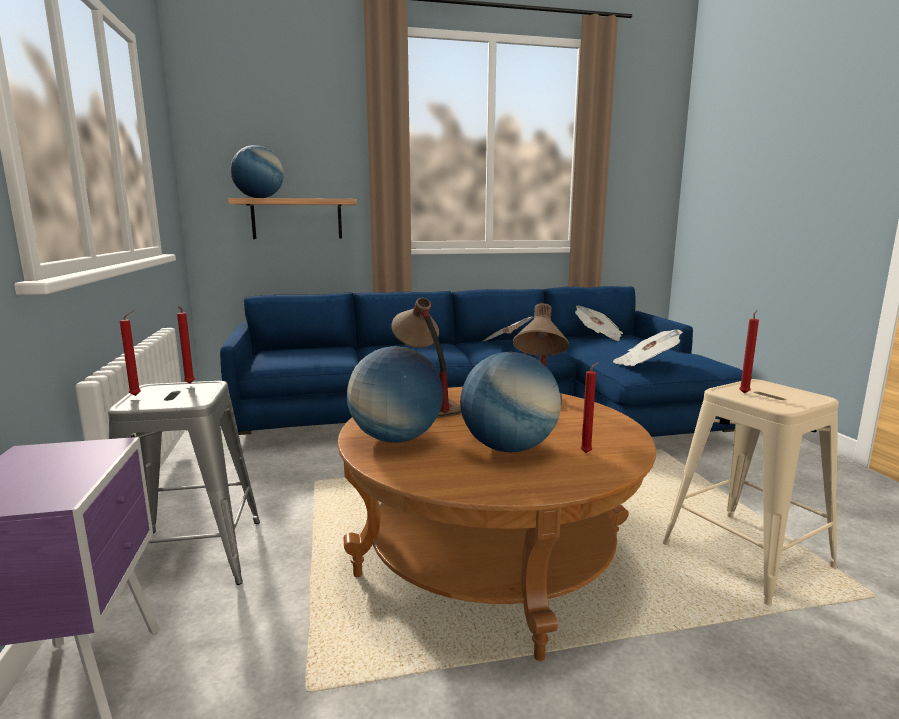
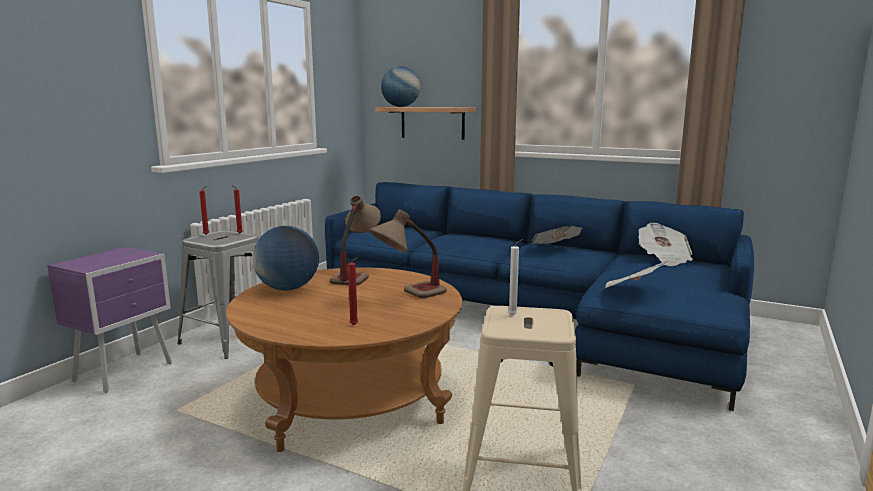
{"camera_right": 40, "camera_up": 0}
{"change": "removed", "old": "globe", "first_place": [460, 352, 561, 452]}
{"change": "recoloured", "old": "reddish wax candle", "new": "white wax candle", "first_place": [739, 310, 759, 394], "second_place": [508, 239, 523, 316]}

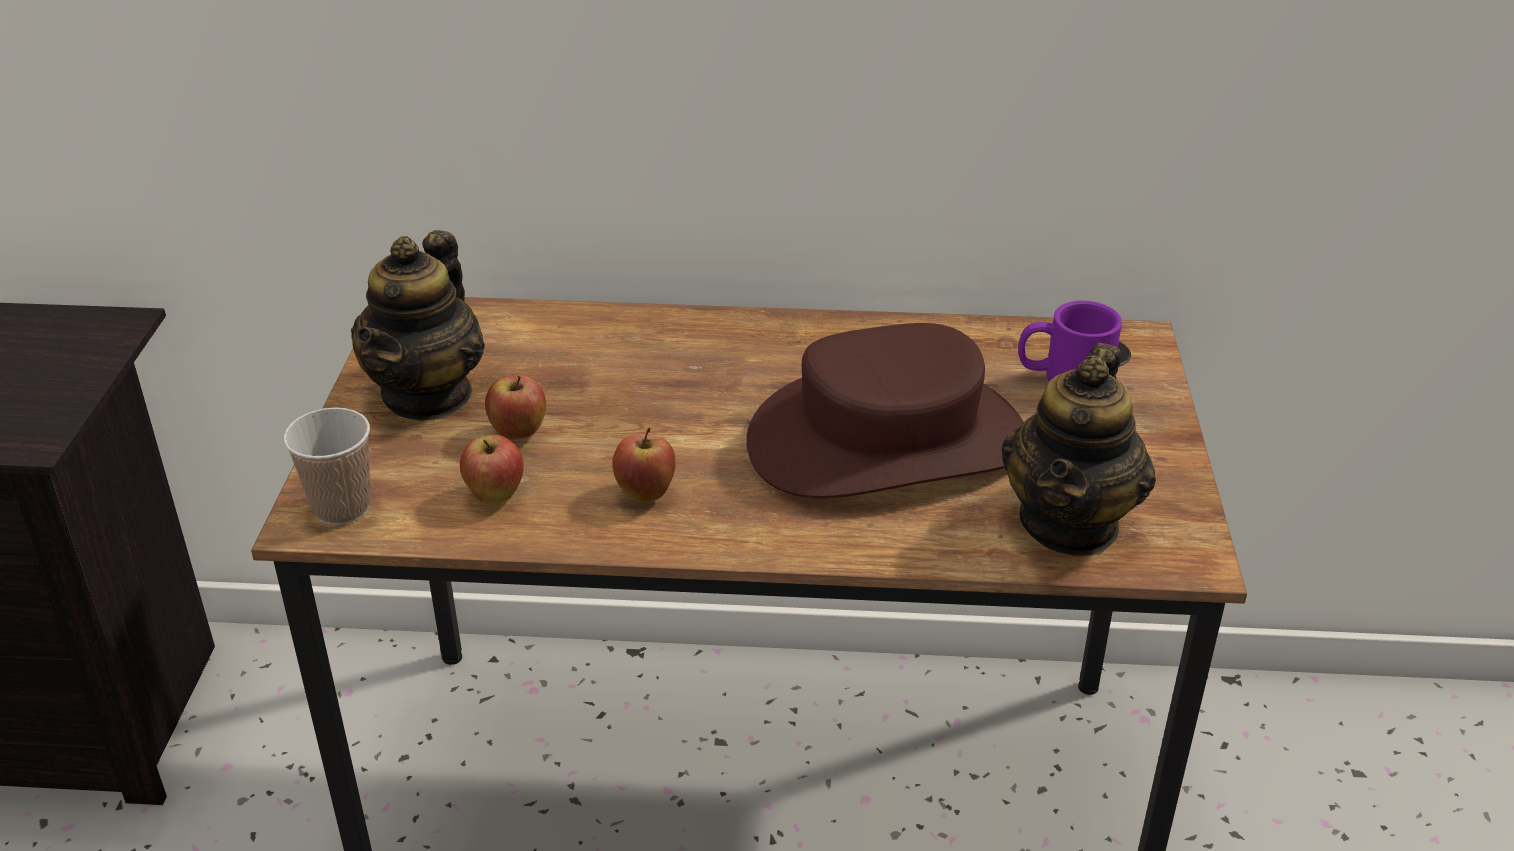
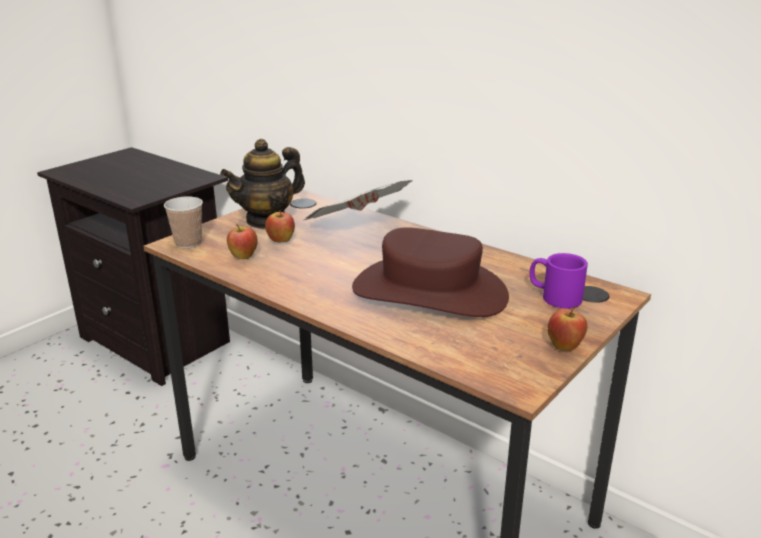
{"camera_right": 35, "camera_up": -10}
{"change": "moved", "old": "apple fruit", "first_place": [612, 428, 676, 502], "second_place": [548, 306, 587, 351]}
{"change": "removed", "old": "tea pot", "first_place": [1001, 343, 1156, 556]}
{"change": "added", "new": "printed paper", "second_place": [304, 180, 412, 220]}

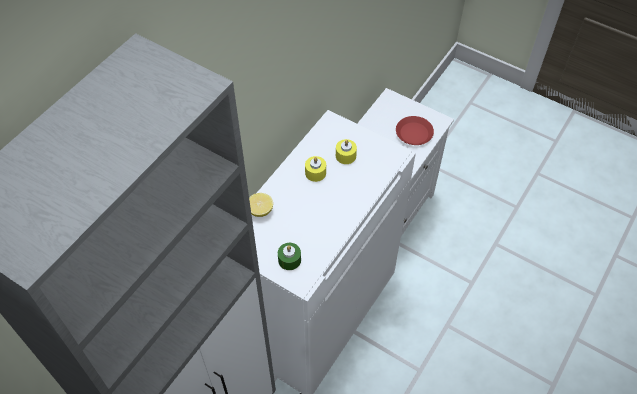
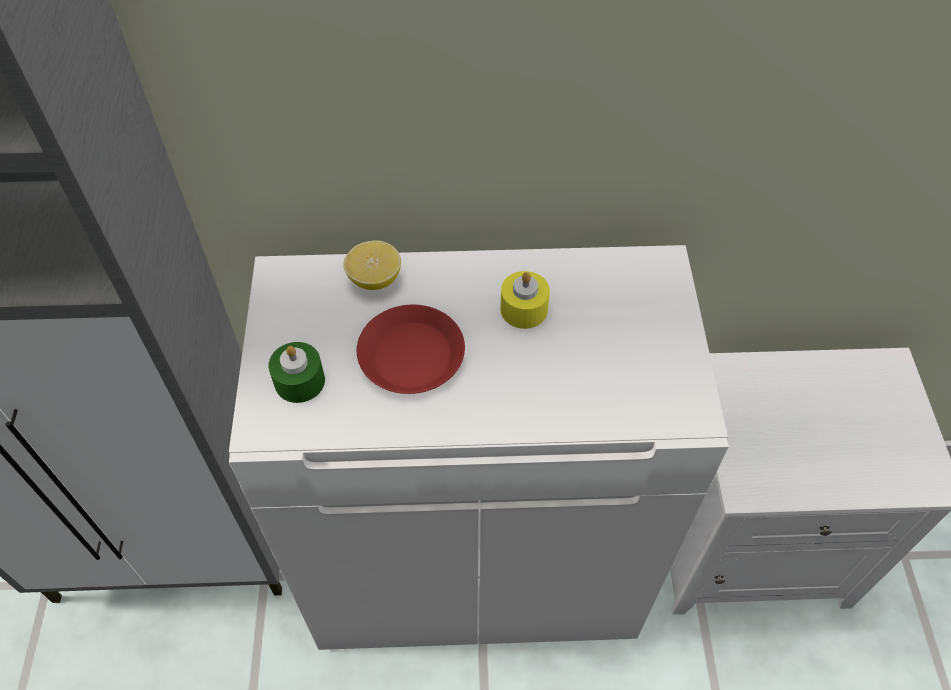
{"camera_right": 55, "camera_up": 0}
{"change": "removed", "old": "yellow wax candle", "first_place": [336, 139, 357, 164]}
{"change": "moved", "old": "reddish flat dish", "first_place": [396, 116, 434, 145], "second_place": [357, 305, 465, 394]}

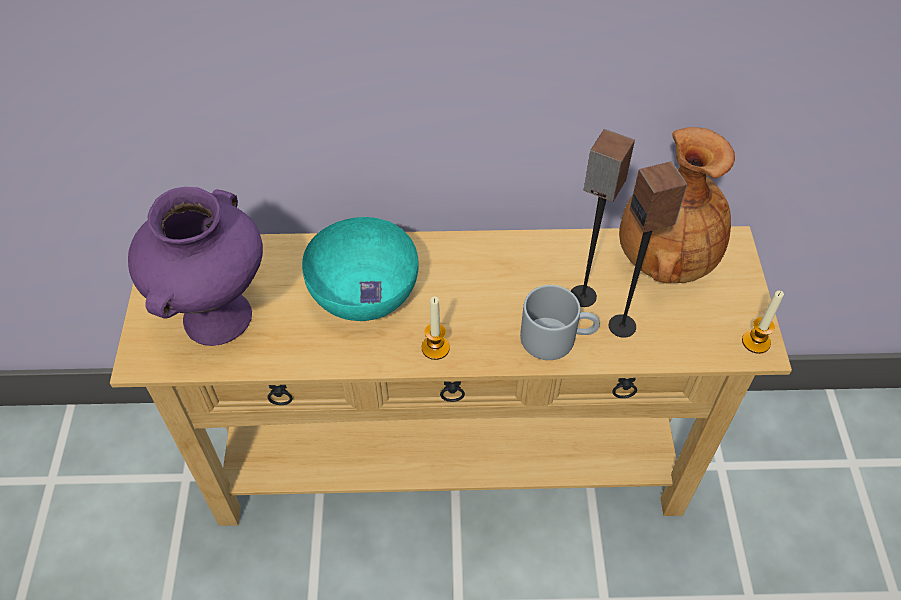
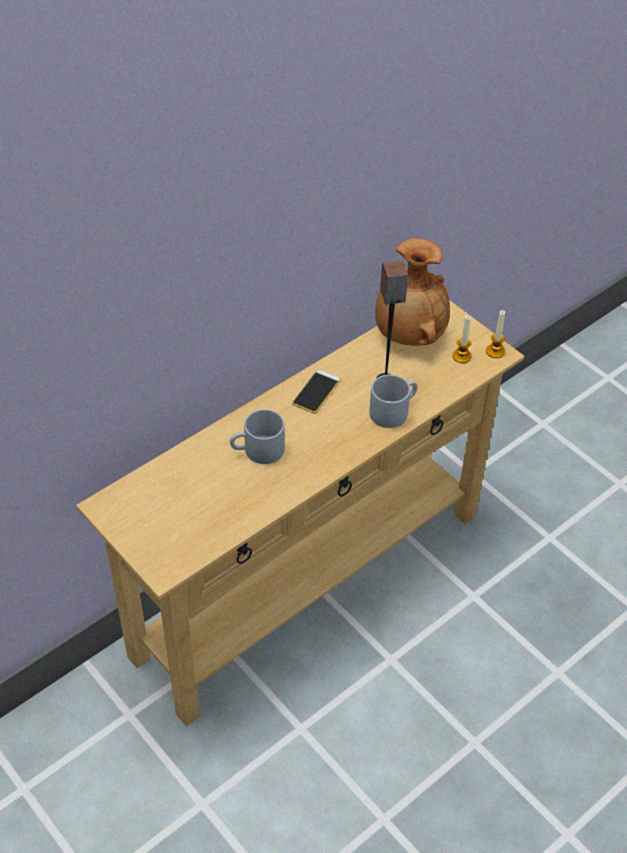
{"camera_right": -40, "camera_up": -5}
{"change": "removed", "old": "purple vase", "first_place": [128, 187, 263, 346]}
{"change": "replaced", "old": "blue-green serving bowl", "new": "grey coffee mug", "first_place": [302, 217, 419, 321], "second_place": [230, 409, 285, 464]}
{"change": "moved", "old": "wax candle", "first_place": [422, 297, 450, 360], "second_place": [452, 315, 471, 363]}
{"change": "removed", "old": "loudspeaker", "first_place": [609, 162, 687, 338]}
{"change": "added", "new": "telephone", "second_place": [292, 369, 341, 414]}

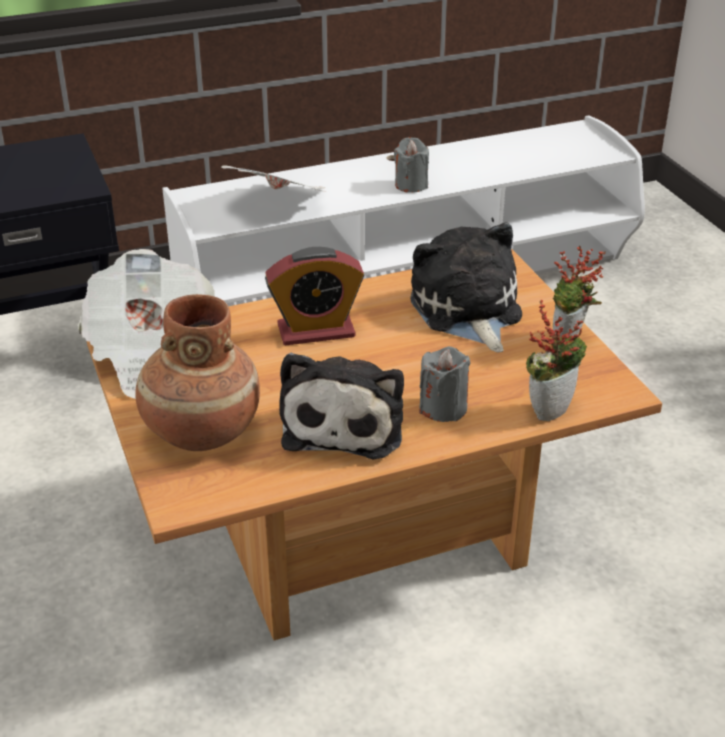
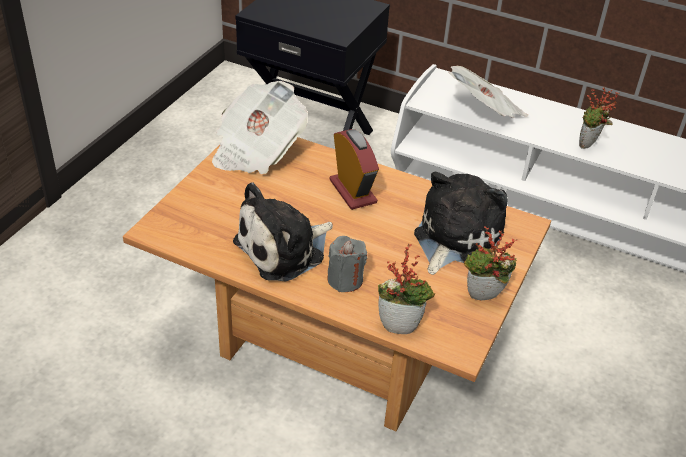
{"camera_right": 45, "camera_up": 5}
{"change": "removed", "old": "brown vase", "first_place": [135, 294, 260, 451]}
{"change": "turned", "old": "table clock", "first_place": [265, 247, 364, 345], "second_place": [329, 129, 379, 210], "degrees": -150}
{"change": "replaced", "old": "grey wax candle", "new": "potted plant", "first_place": [394, 137, 429, 193], "second_place": [579, 87, 620, 149]}

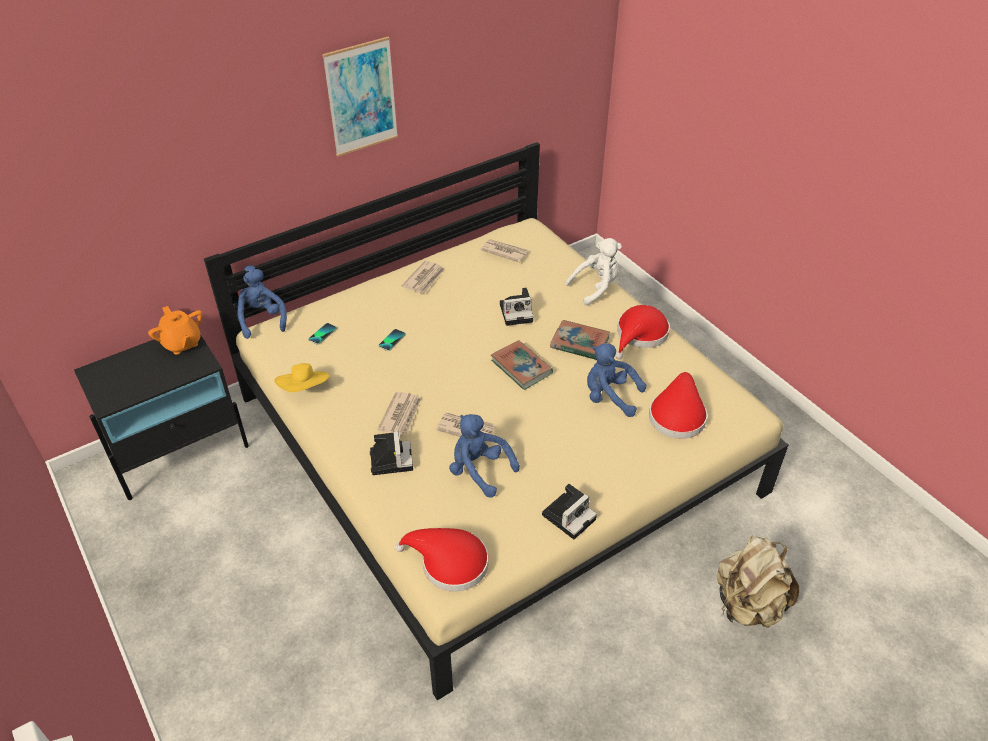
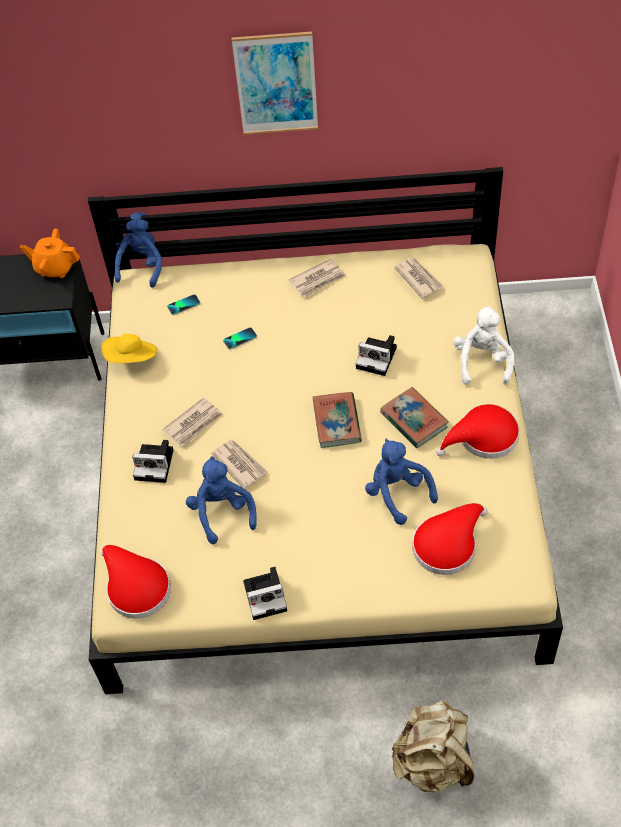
{"camera_right": 35, "camera_up": 10}
{"change": "turned", "old": "orange-coloured tea pot", "first_place": [148, 306, 202, 355], "second_place": [20, 228, 80, 278], "degrees": 105}
{"change": "turned", "old": "photo camera", "first_place": [370, 431, 413, 475], "second_place": [132, 440, 174, 483], "degrees": 75}
{"change": "turned", "old": "white cuddly toy", "first_place": [565, 238, 622, 306], "second_place": [453, 306, 514, 385], "degrees": -90}

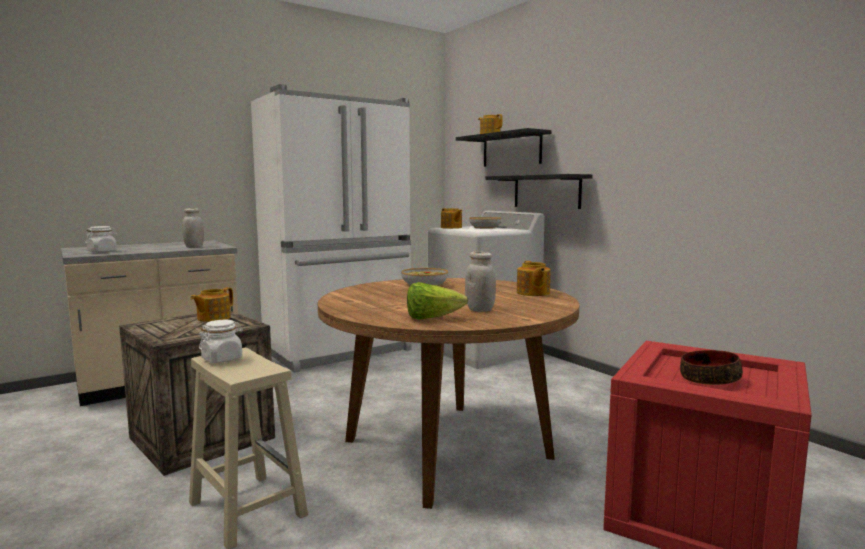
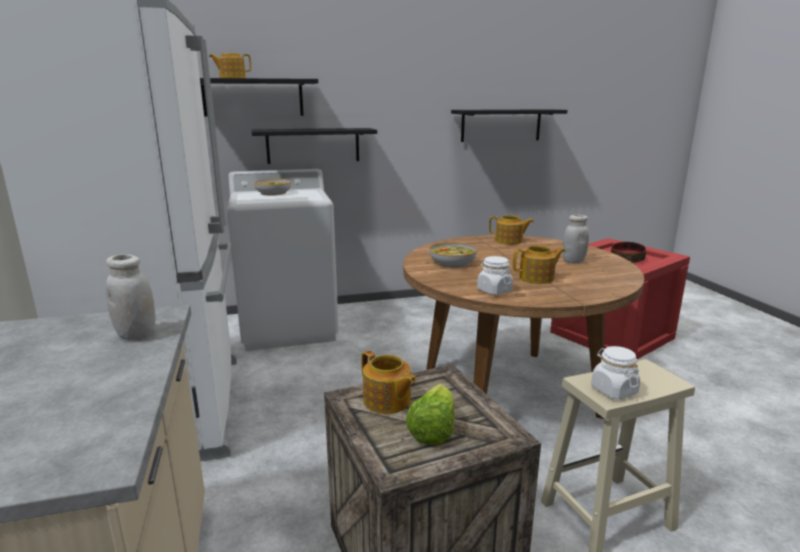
{"camera_right": -70, "camera_up": 10}
{"change": "moved", "old": "white storage jar", "first_place": [85, 226, 117, 253], "second_place": [477, 256, 513, 295]}
{"change": "moved", "old": "lettuce", "first_place": [407, 282, 468, 320], "second_place": [406, 384, 455, 445]}
{"change": "moved", "old": "tea pot", "first_place": [441, 208, 462, 229], "second_place": [513, 246, 565, 284]}
{"change": "added", "new": "blackish bracket shelf", "second_place": [451, 109, 567, 142]}

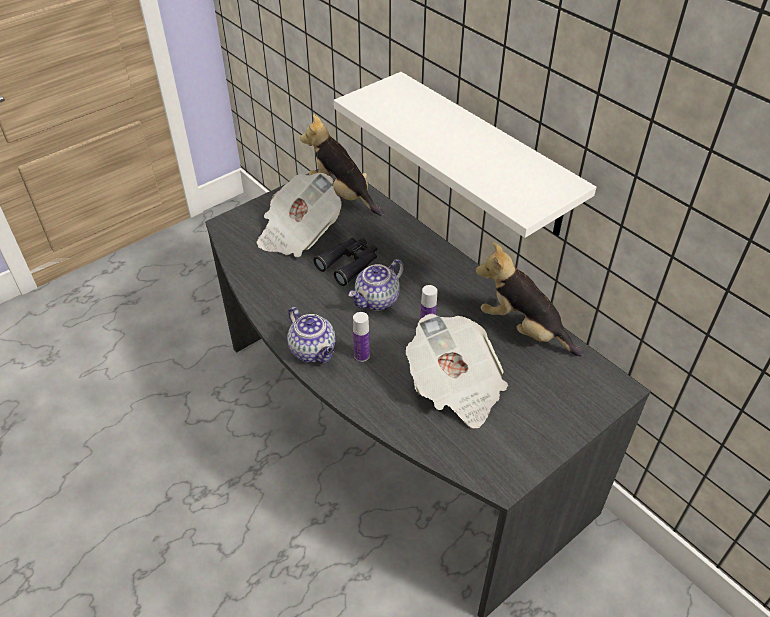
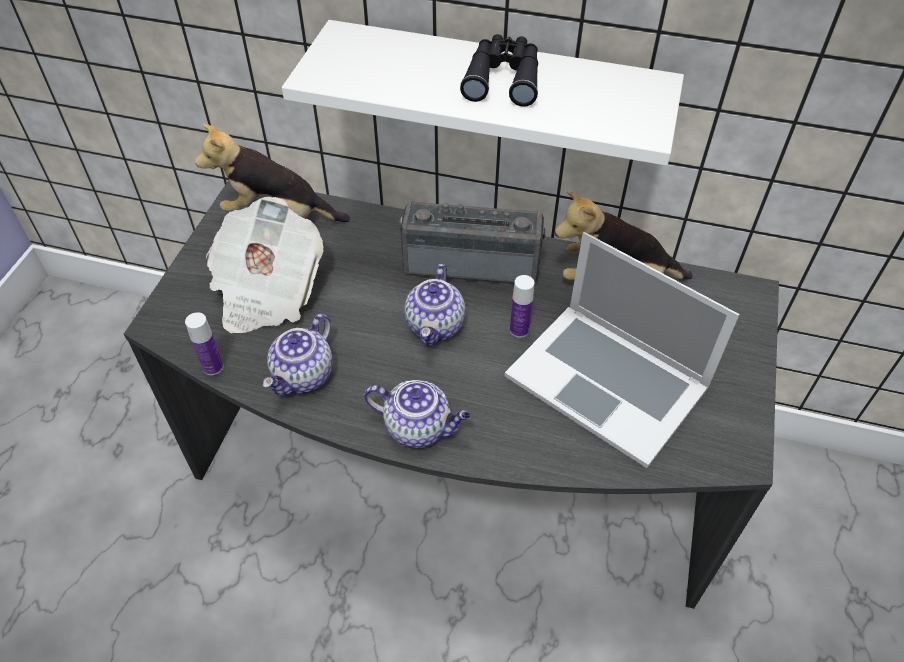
{"camera_right": -35, "camera_up": 5}
{"change": "moved", "old": "blackish pair of binoculars", "first_place": [314, 238, 377, 286], "second_place": [460, 34, 538, 107]}
{"change": "moved", "old": "drink bottle", "first_place": [353, 312, 370, 362], "second_place": [185, 312, 223, 375]}
{"change": "replaced", "old": "printed paper", "new": "notebook computer", "first_place": [405, 313, 508, 428], "second_place": [505, 232, 740, 468]}
{"change": "added", "new": "tea pot", "second_place": [263, 314, 333, 395]}
{"change": "added", "new": "radio", "second_place": [399, 200, 546, 284]}

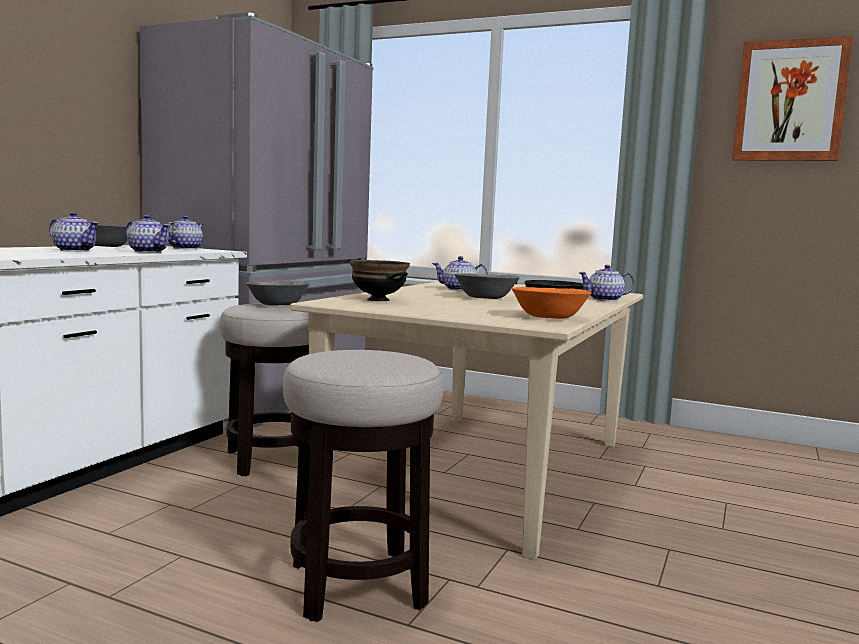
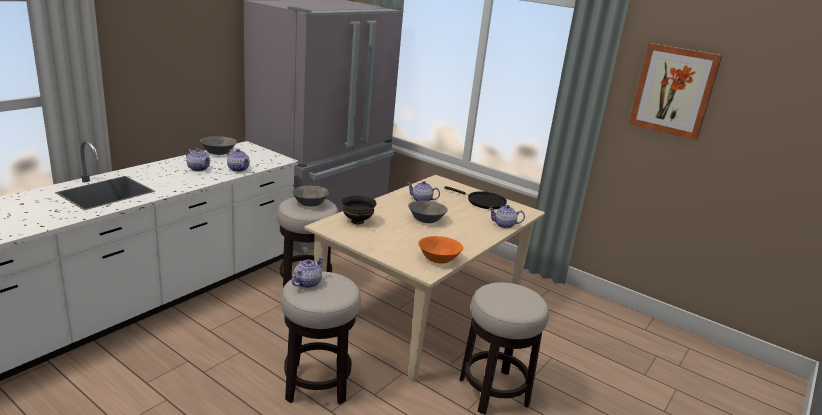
{"camera_right": 10, "camera_up": 15}
{"change": "moved", "old": "tea pot", "first_place": [167, 215, 203, 249], "second_place": [292, 257, 324, 288]}
{"change": "added", "new": "stool seat", "second_place": [459, 282, 549, 415]}

